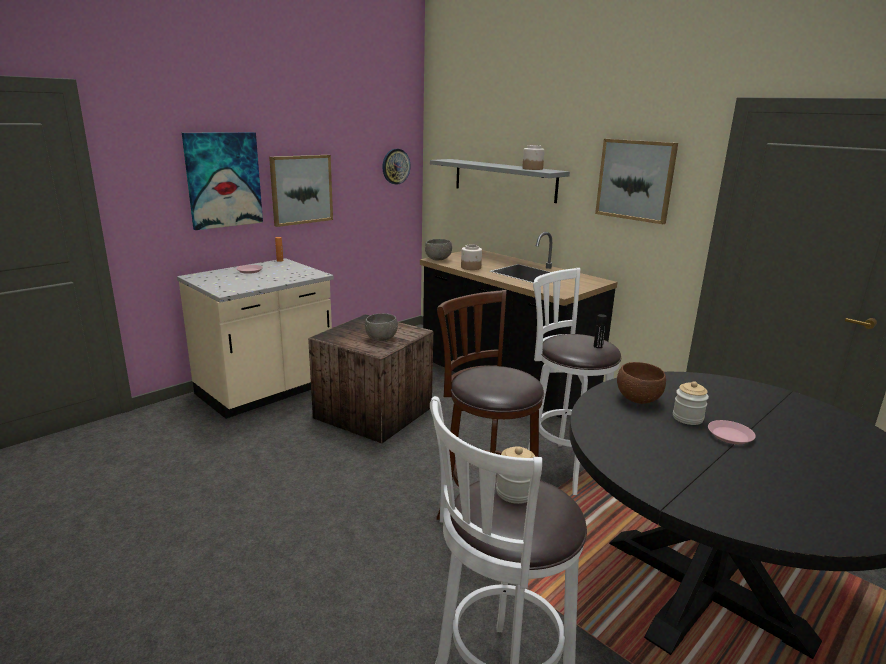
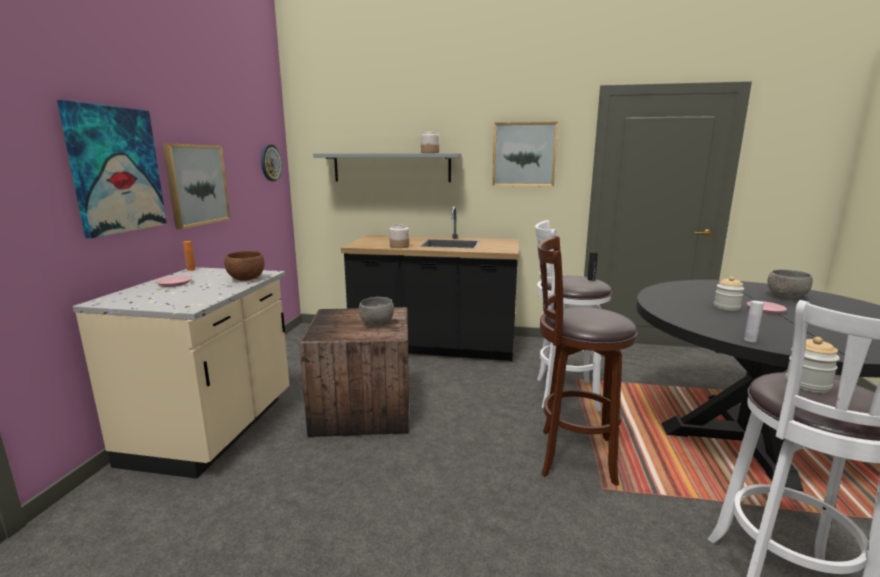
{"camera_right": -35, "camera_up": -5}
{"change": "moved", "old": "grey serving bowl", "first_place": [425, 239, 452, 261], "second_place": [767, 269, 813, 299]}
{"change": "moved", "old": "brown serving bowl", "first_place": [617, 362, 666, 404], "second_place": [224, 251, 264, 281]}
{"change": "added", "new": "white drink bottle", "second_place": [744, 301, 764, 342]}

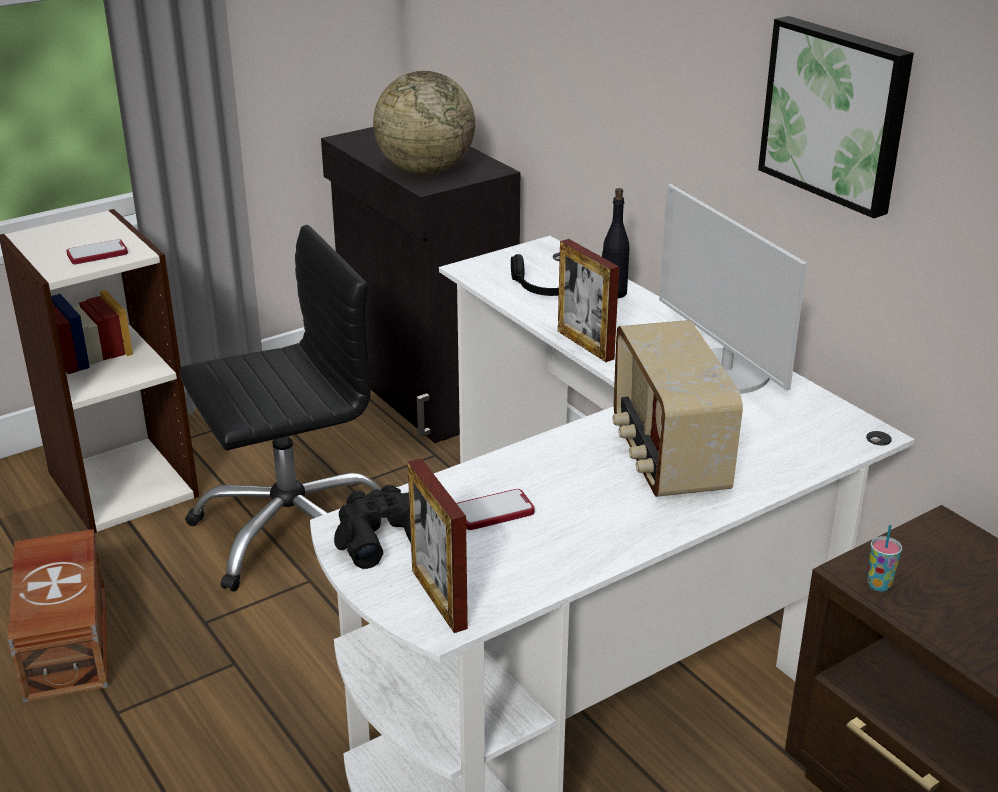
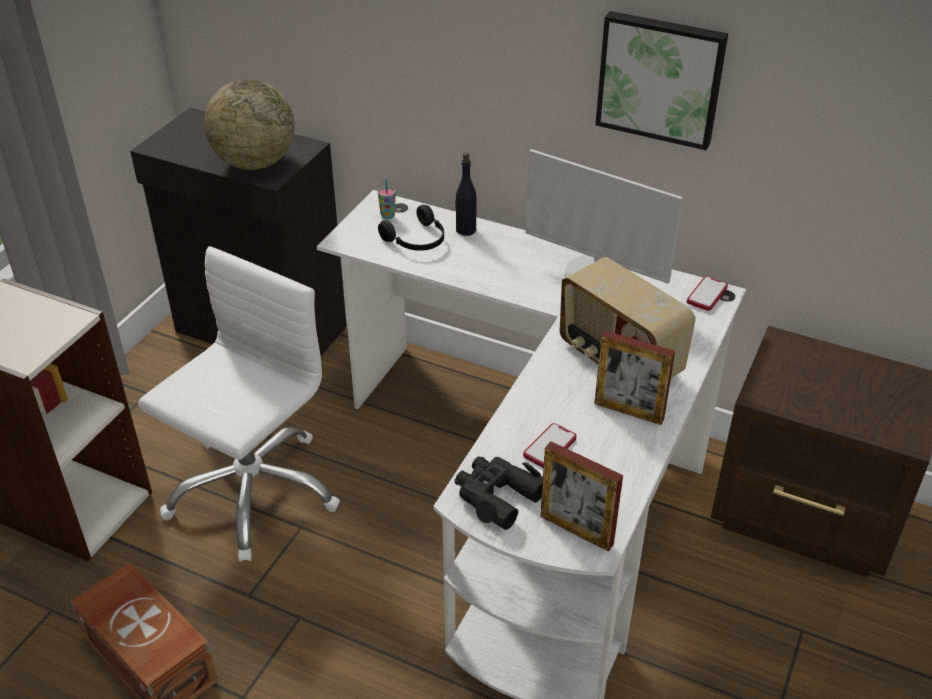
{"camera_right": -30, "camera_up": 10}
{"change": "moved", "old": "telephone", "first_place": [66, 239, 128, 264], "second_place": [687, 276, 728, 311]}
{"change": "recoloured", "old": "blackish desk chair", "new": "white desk chair", "first_place": [179, 225, 381, 592], "second_place": [138, 246, 340, 562]}
{"change": "moved", "old": "picture frame", "first_place": [558, 239, 619, 362], "second_place": [594, 330, 675, 425]}
{"change": "moved", "old": "small cup", "first_place": [867, 525, 902, 591], "second_place": [378, 179, 396, 219]}

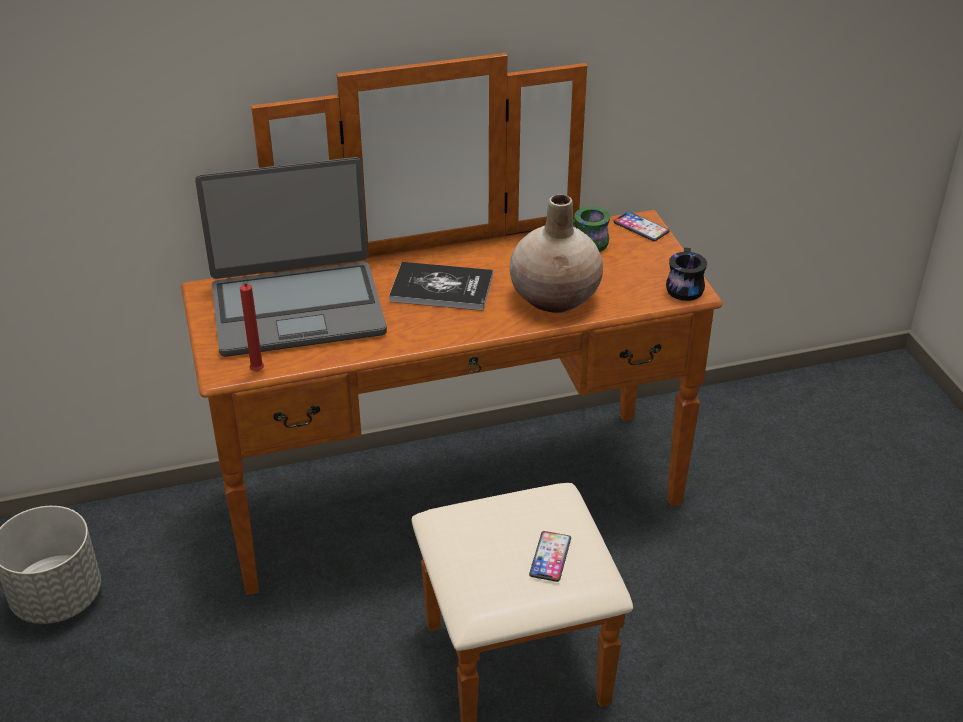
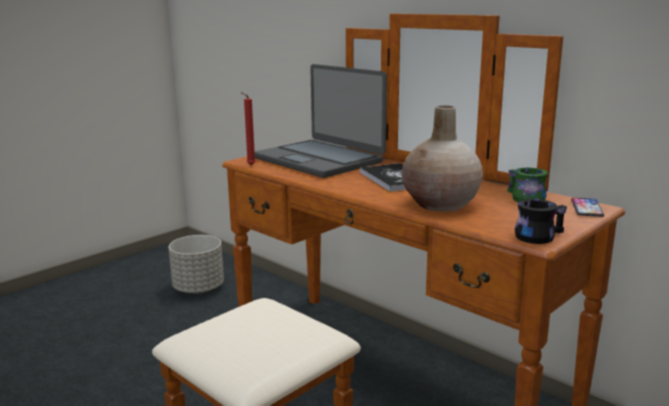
{"camera_right": 60, "camera_up": -20}
{"change": "removed", "old": "telephone", "first_place": [529, 531, 571, 582]}

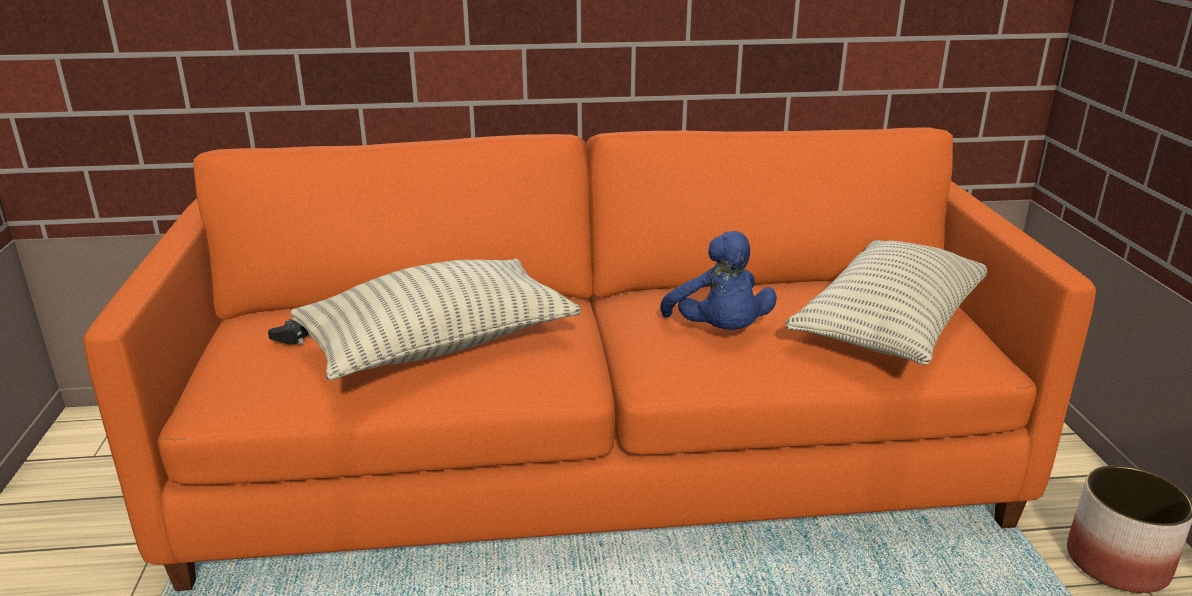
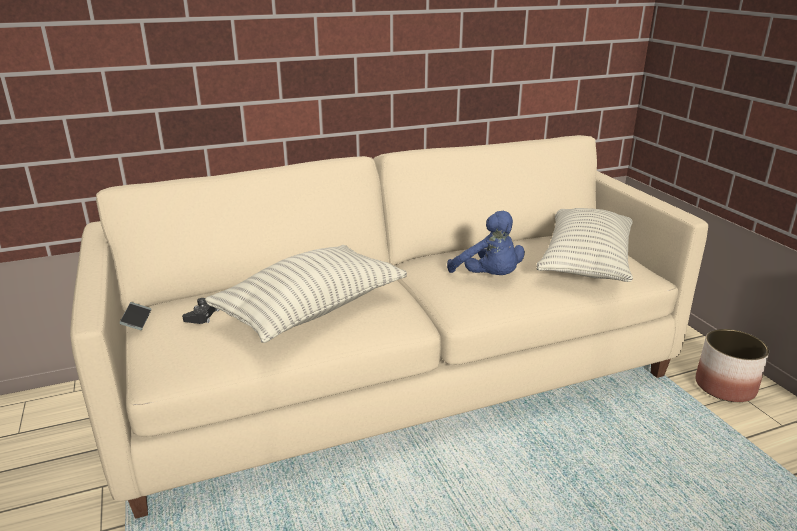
{"camera_right": -15, "camera_up": 0}
{"change": "recoloured", "old": "orange-coloured settee", "new": "beige settee", "first_place": [83, 127, 1096, 591], "second_place": [70, 135, 708, 519]}
{"change": "added", "new": "telephone", "second_place": [120, 302, 152, 330]}

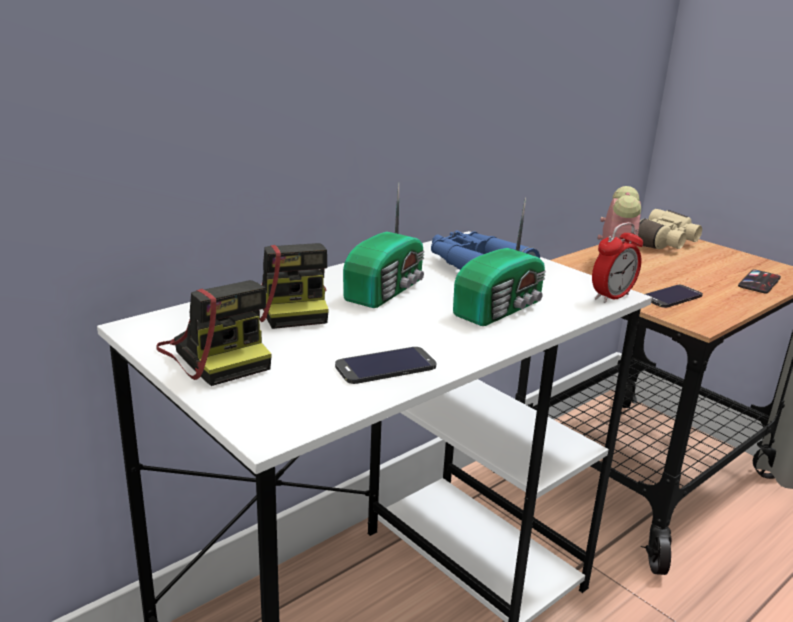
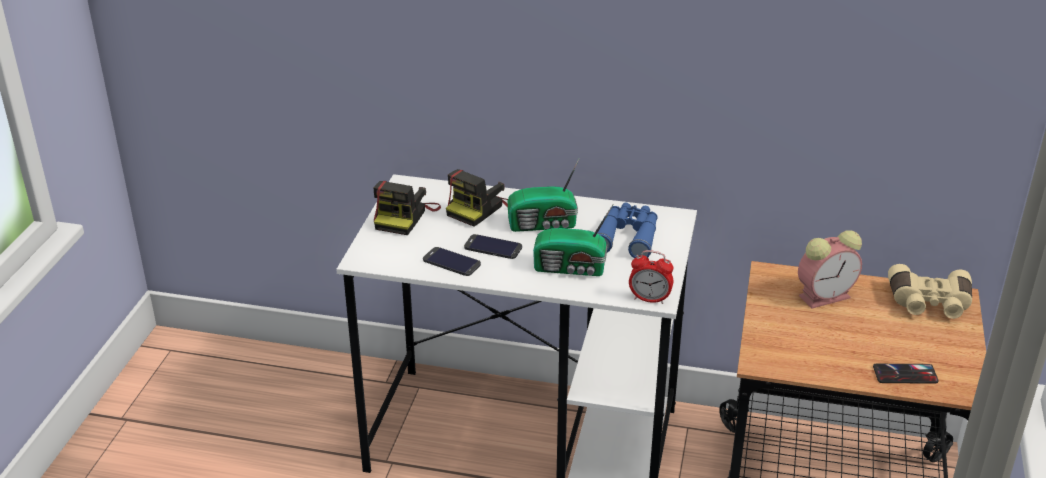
{"camera_right": 55, "camera_up": 10}
{"change": "moved", "old": "telephone", "first_place": [645, 285, 703, 308], "second_place": [464, 234, 522, 259]}

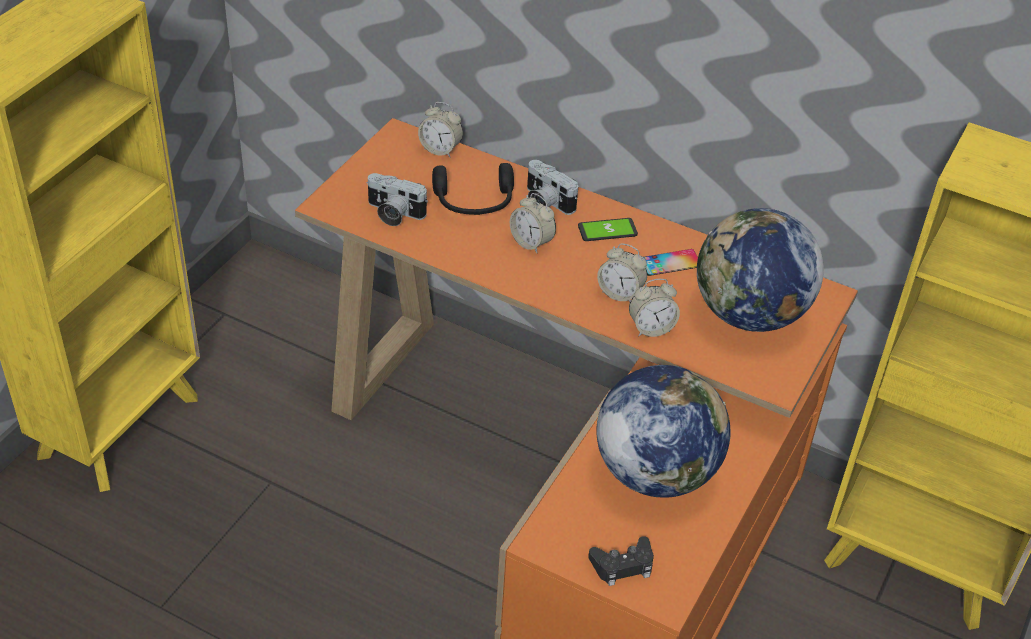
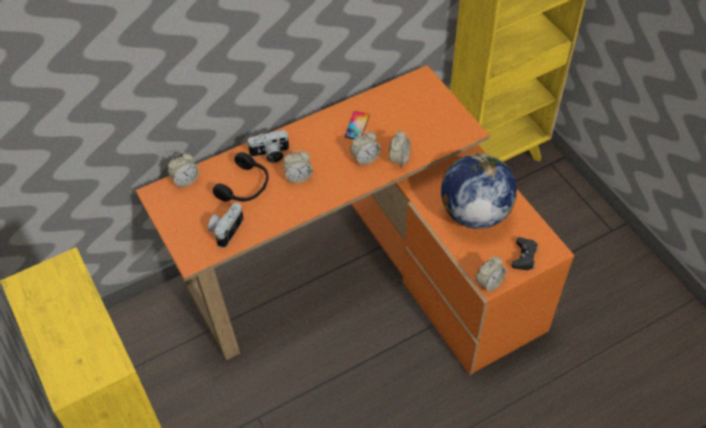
{"camera_right": -55, "camera_up": 10}
{"change": "turned", "old": "photo camera", "first_place": [367, 173, 428, 226], "second_place": [208, 203, 244, 248], "degrees": 150}
{"change": "removed", "old": "telephone", "first_place": [578, 218, 638, 241]}
{"change": "removed", "old": "globe", "first_place": [697, 208, 824, 332]}
{"change": "added", "new": "table clock", "second_place": [476, 256, 507, 293]}

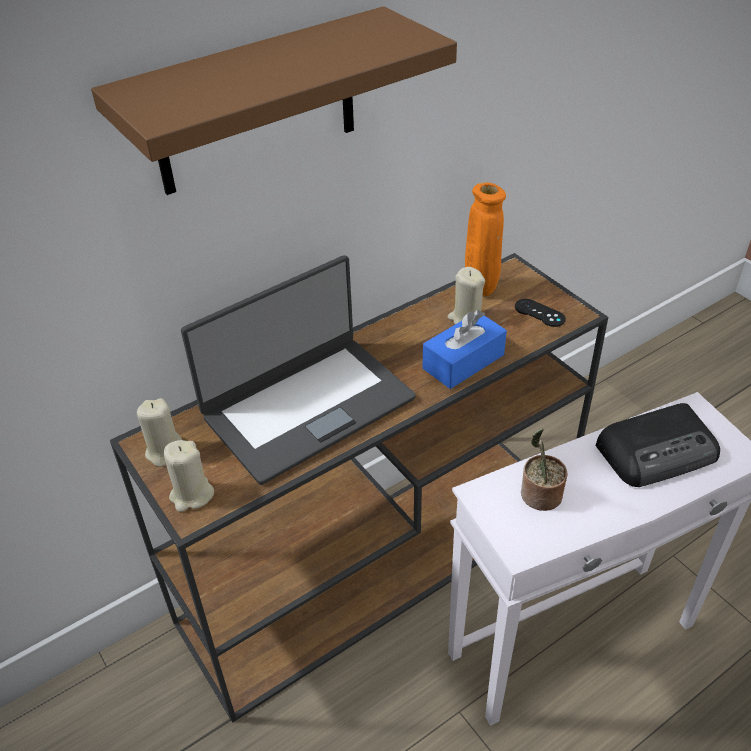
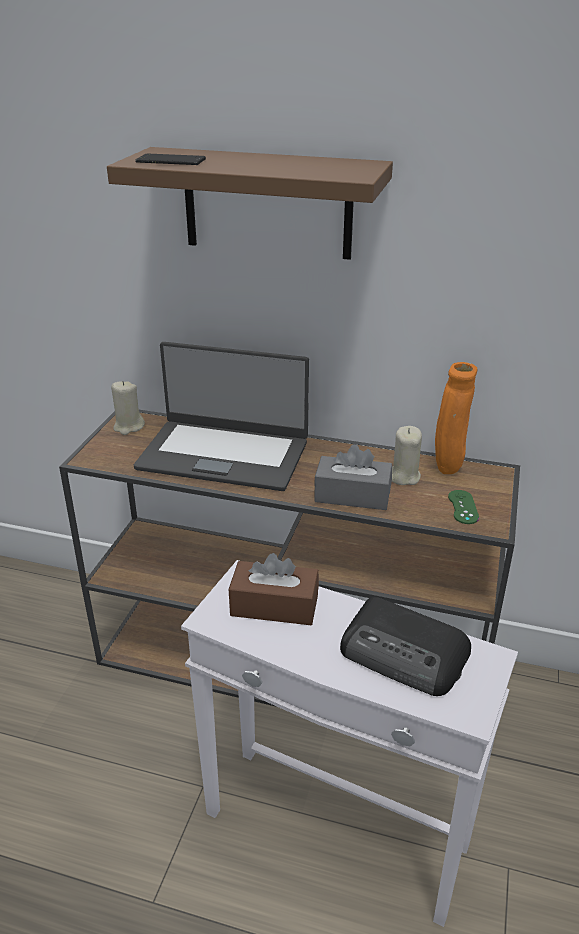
{"camera_right": 50, "camera_up": -10}
{"change": "removed", "old": "beige wax candle", "first_place": [164, 440, 214, 512]}
{"change": "recoloured", "old": "bluish tissue holder", "new": "grey tissue holder", "first_place": [422, 310, 507, 389], "second_place": [314, 444, 392, 510]}
{"change": "recoloured", "old": "blackish joypad", "new": "greenish joypad", "first_place": [515, 299, 566, 327], "second_place": [448, 490, 479, 524]}
{"change": "replaced", "old": "potted plant", "new": "brown tissue holder", "first_place": [521, 429, 567, 511], "second_place": [229, 553, 319, 625]}
{"change": "added", "new": "telephone", "second_place": [135, 154, 206, 165]}

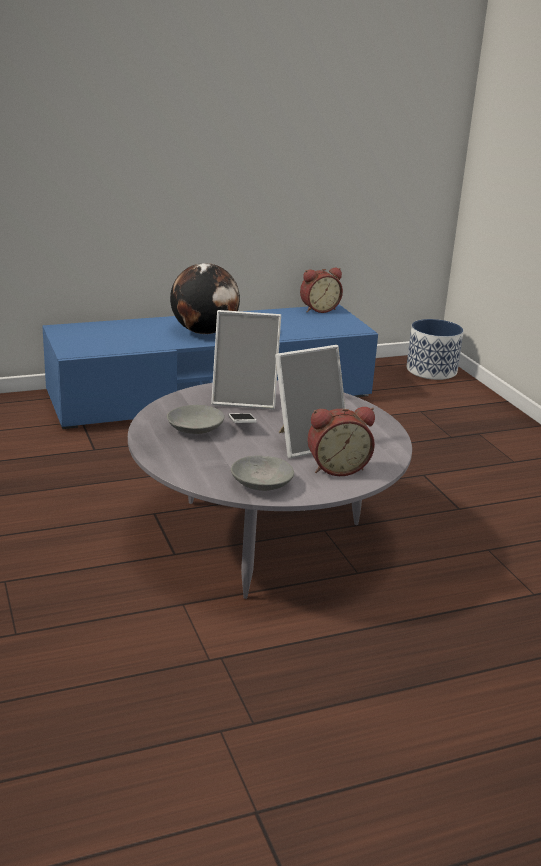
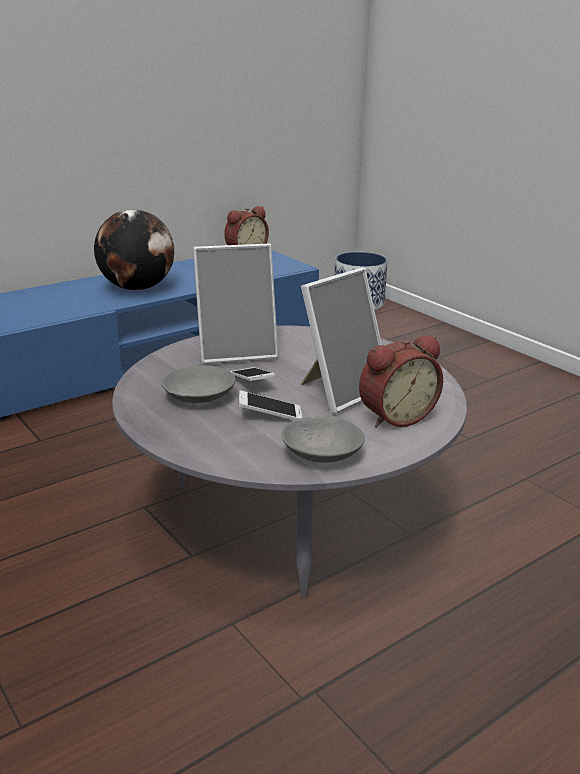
{"camera_right": -15, "camera_up": 0}
{"change": "added", "new": "telephone", "second_place": [238, 390, 302, 420]}

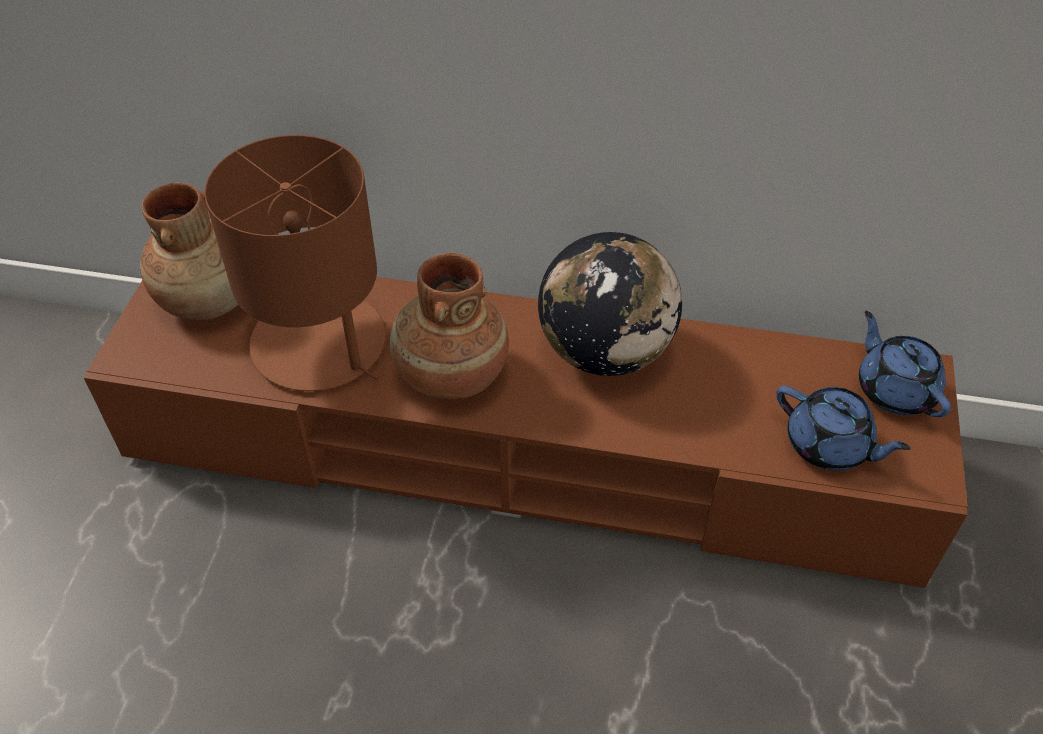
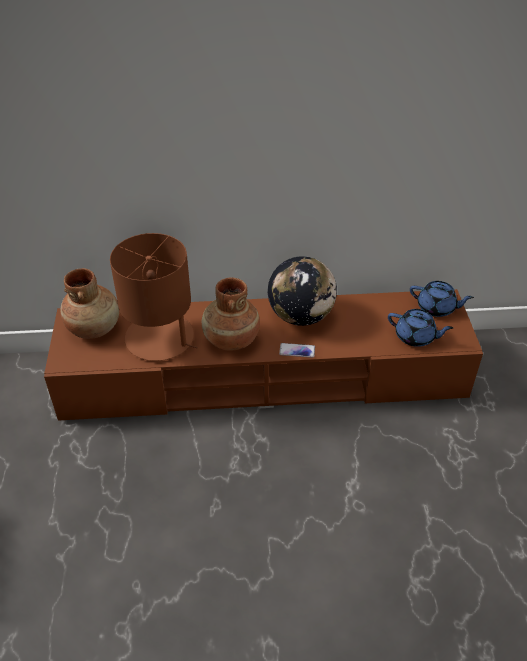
{"camera_right": -15, "camera_up": -5}
{"change": "turned", "old": "bluish tea pot", "first_place": [859, 311, 951, 417], "second_place": [410, 281, 474, 317], "degrees": 150}
{"change": "added", "new": "telephone", "second_place": [279, 343, 315, 358]}

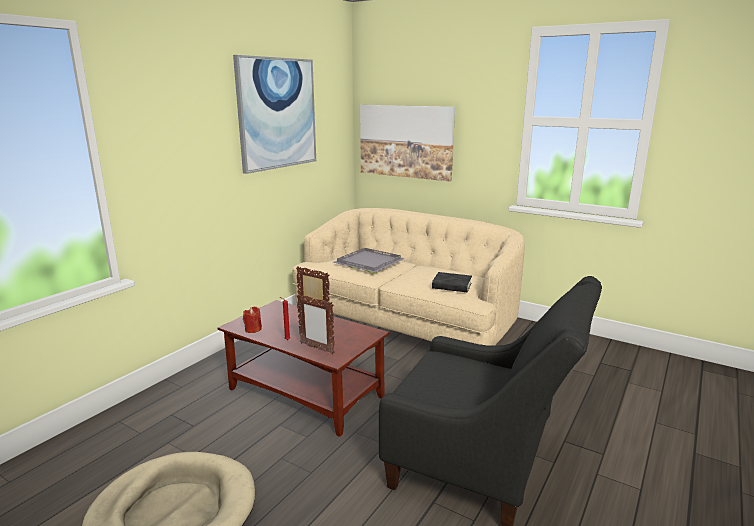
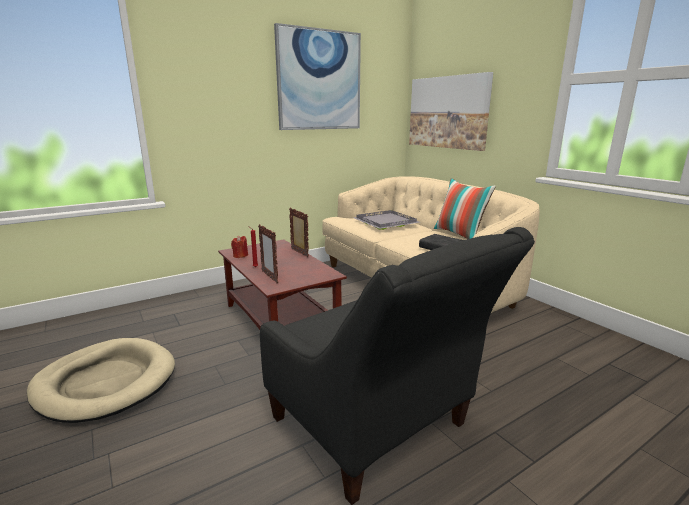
{"camera_right": 25, "camera_up": 0}
{"change": "added", "new": "cushion", "second_place": [434, 178, 496, 239]}

